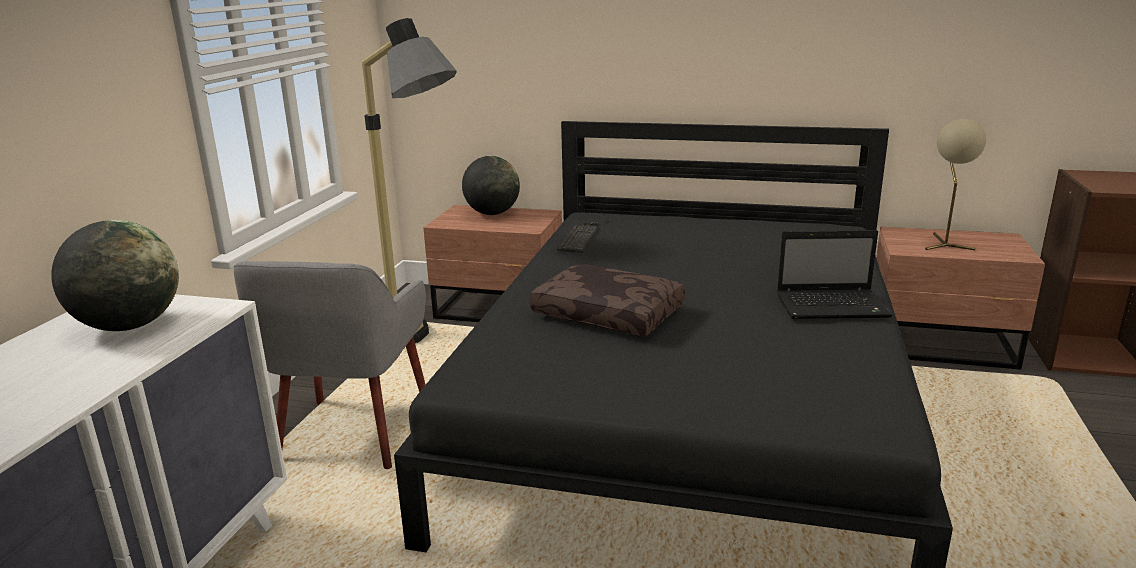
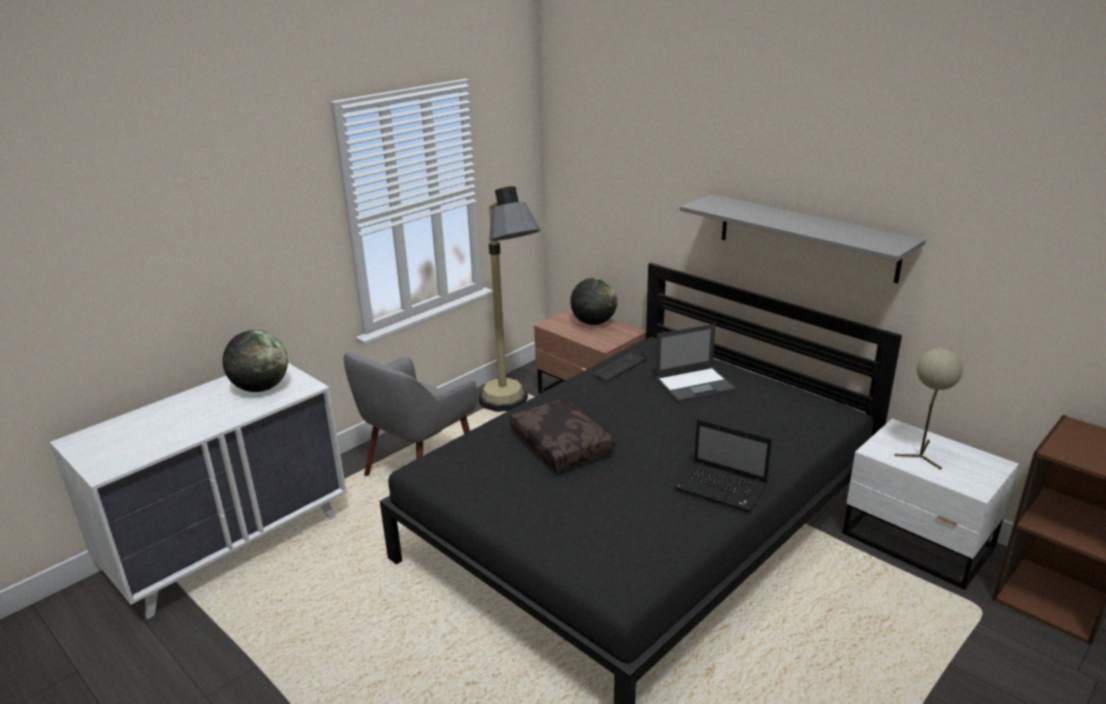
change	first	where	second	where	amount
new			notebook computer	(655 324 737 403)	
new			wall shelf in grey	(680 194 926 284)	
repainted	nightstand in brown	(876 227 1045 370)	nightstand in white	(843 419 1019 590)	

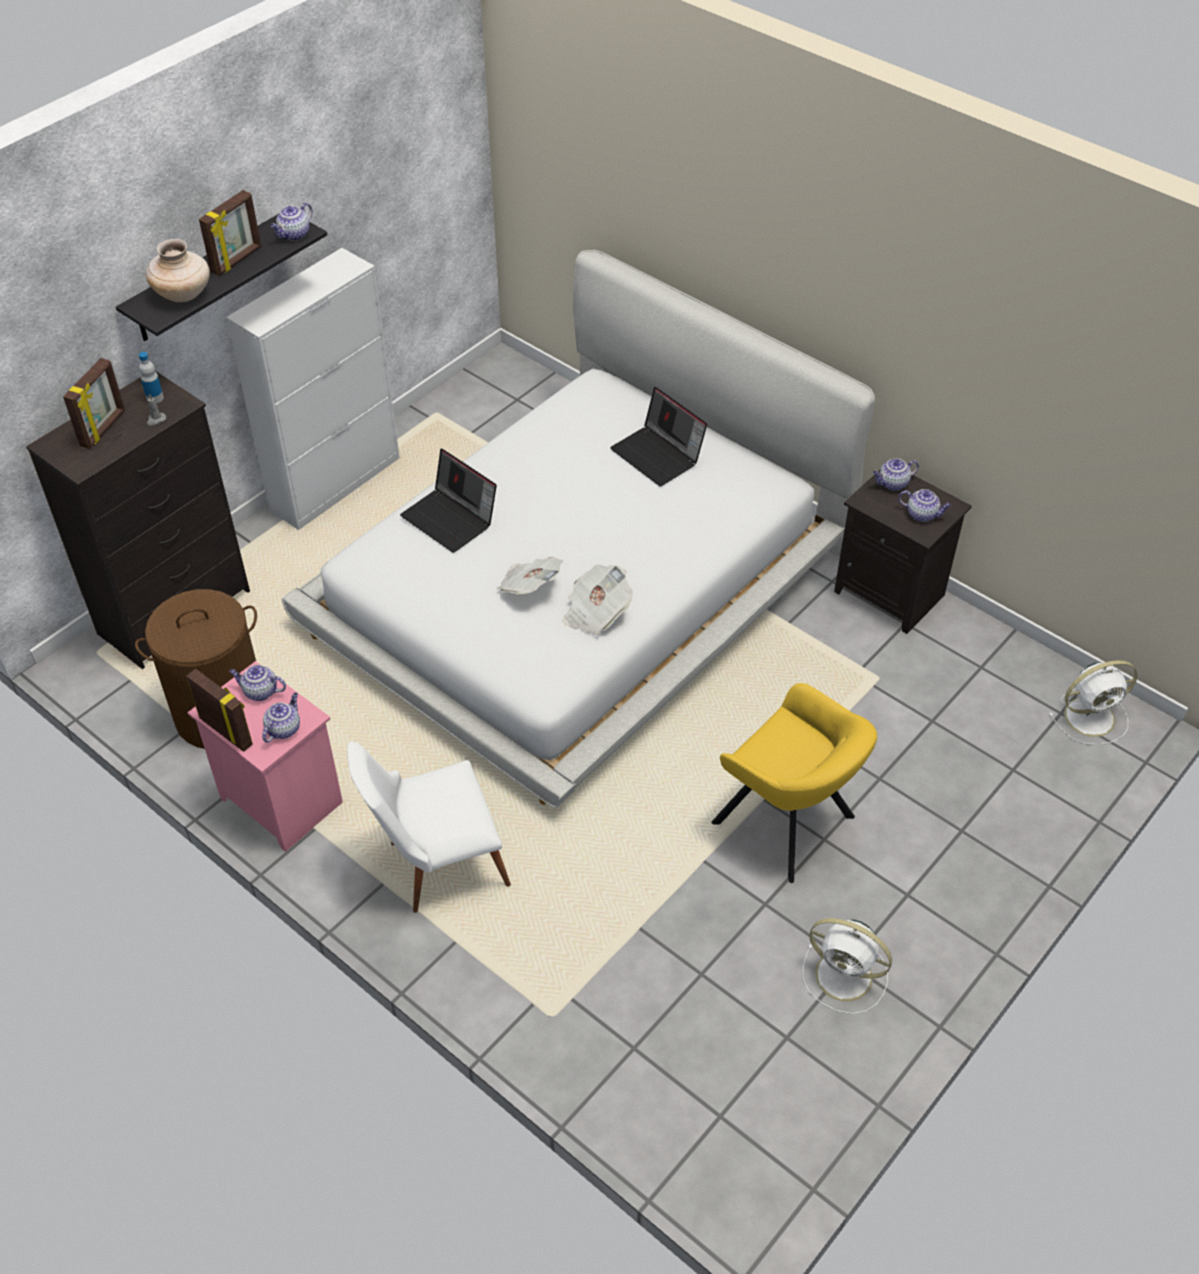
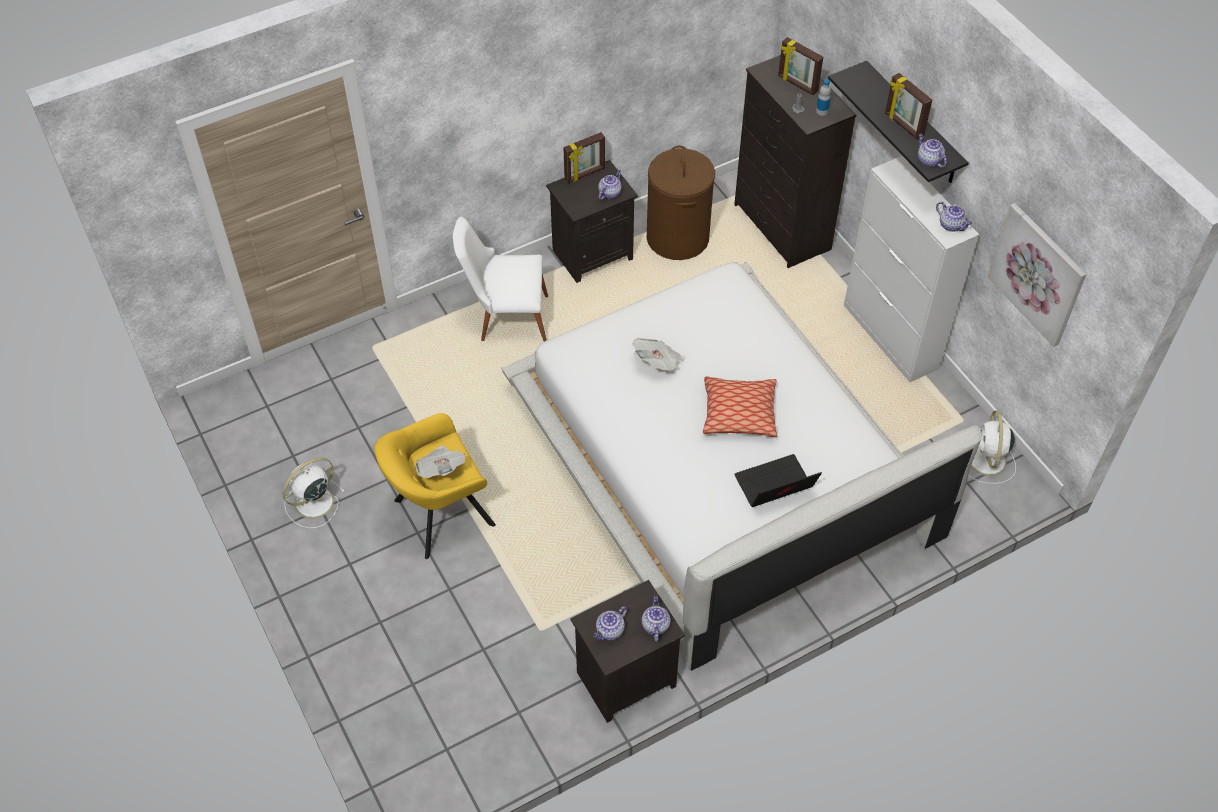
change	first	where	second	where	amount
shifted	daily paper	(563 564 633 635)		(415 446 466 478)	
rotated	upright chair in white	(347 741 511 913)		(453 217 548 342)	90 degrees counterclockwise
repainted	nightstand in pink-coloured	(188 661 343 852)	nightstand in black-coloured	(546 160 638 283)	
new			pillow	(703 376 777 437)	
shifted	teapot	(262 693 300 743)		(936 202 972 231)	
shifted	electric fan in white	(1049 660 1138 745)		(968 411 1016 484)	
new			wall picture	(987 203 1086 347)	
gone	vase in beige-coloured	(146 239 210 302)			
gone	notebook computer	(400 449 497 553)			

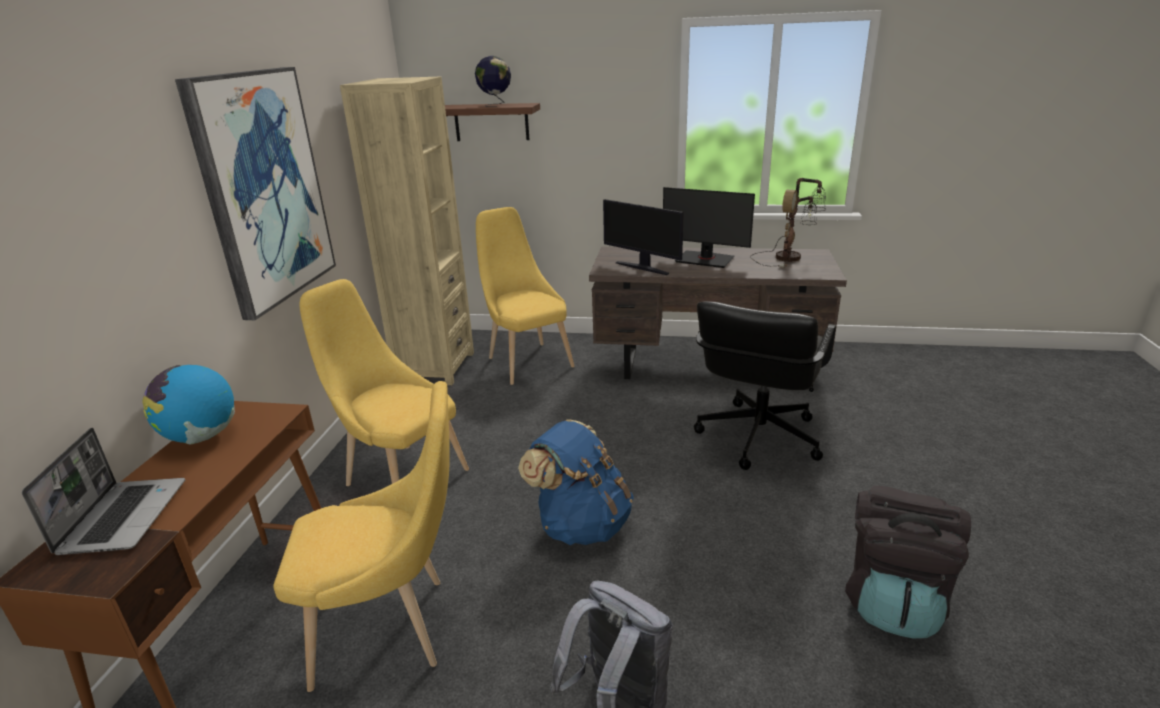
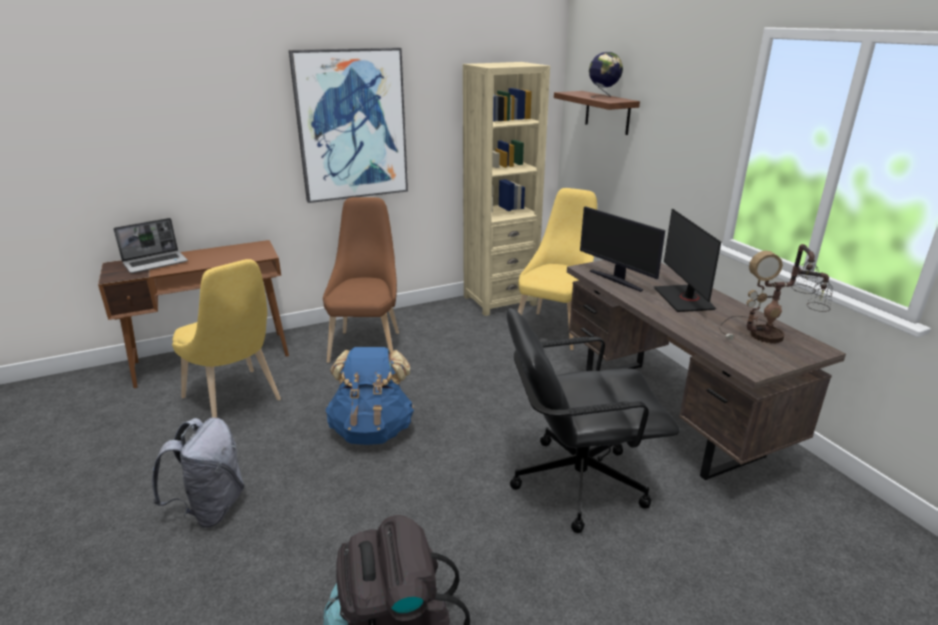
change	first	where	second	where	amount
repainted	upright chair in yellowish	(299 279 469 486)	upright chair in brown	(323 197 399 363)	
rotated	computer screen	(603 199 684 275)		(580 206 665 292)	45 degrees counterclockwise
gone	world globe	(142 365 235 445)			

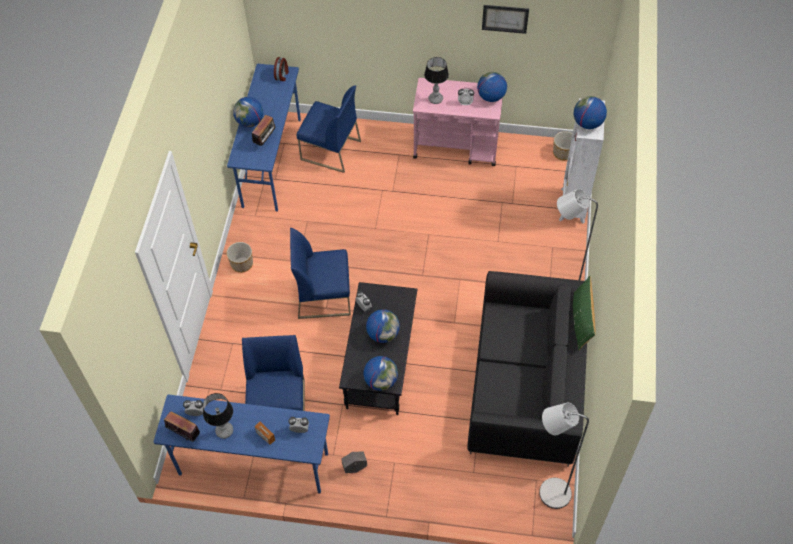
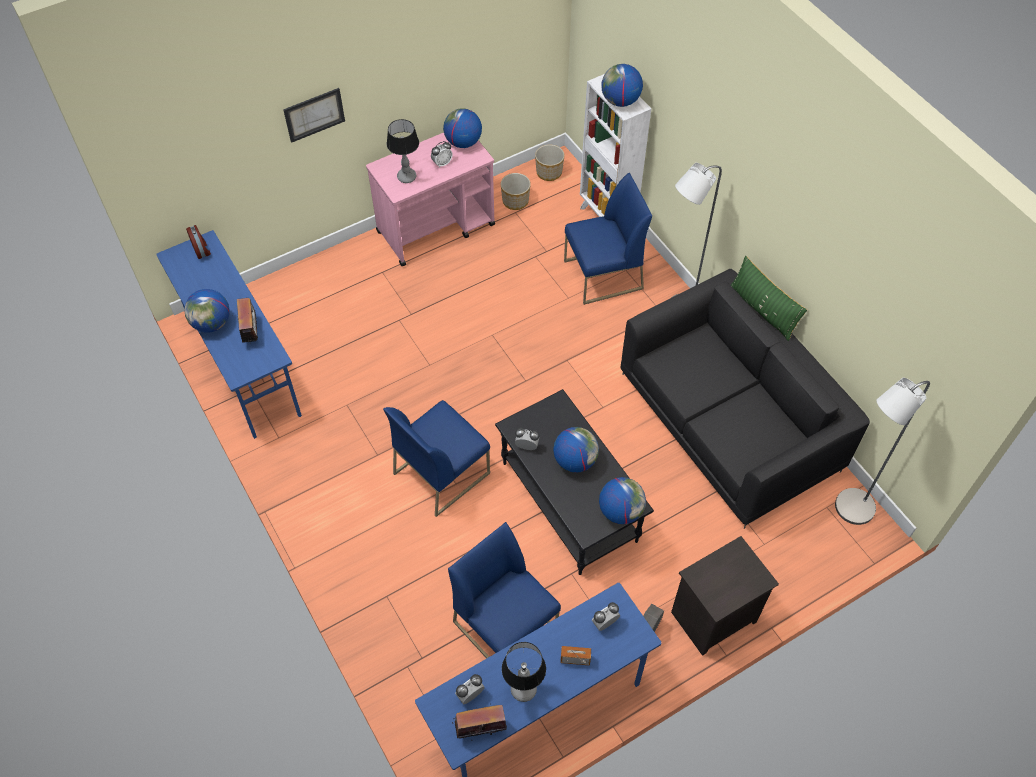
change	first	where	second	where	amount
shifted	wall picture	(482 5 529 34)		(283 88 345 143)	
shifted	flower pot	(227 242 253 273)		(501 173 531 210)	
shifted	upright chair in bluish	(297 85 361 173)		(564 173 652 305)	
new			nightstand in black-coloured	(671 536 779 656)	

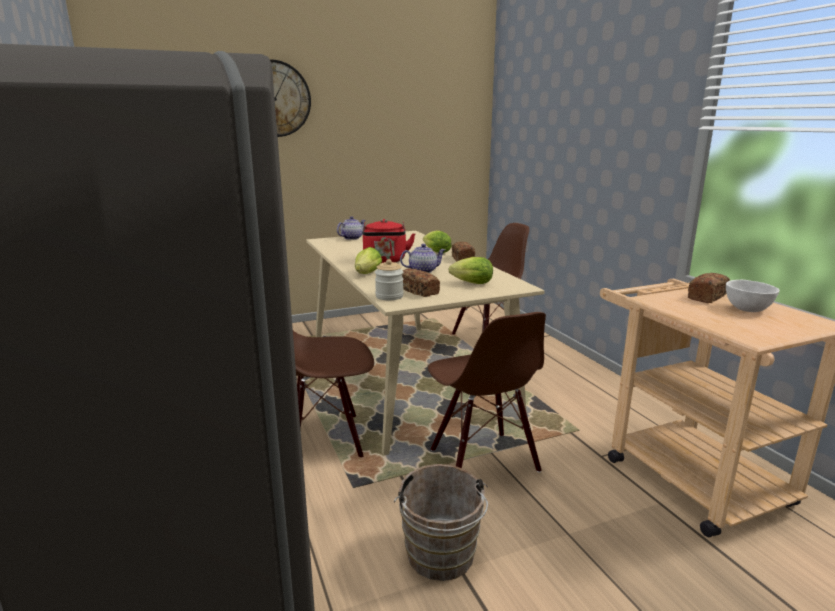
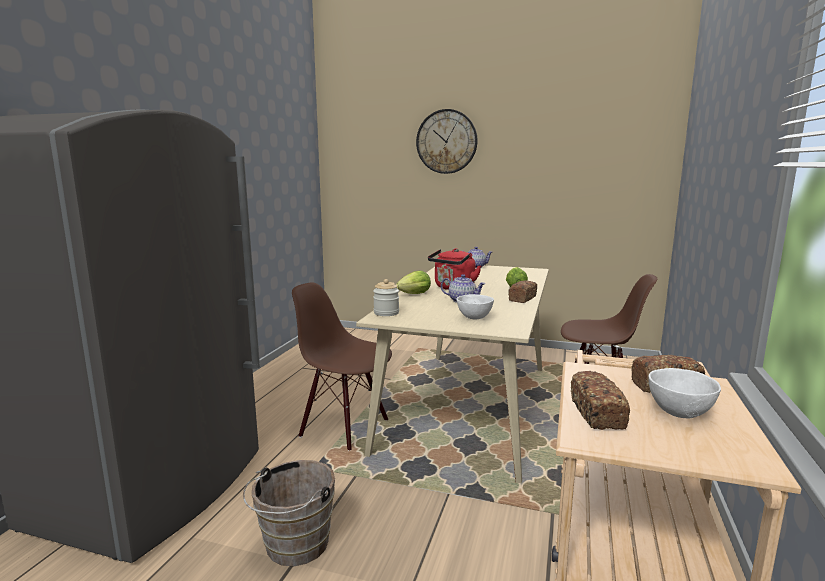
change	first	where	second	where	amount
swapped	head of lettuce	(449 257 493 284)	serving bowl in white	(456 294 494 319)	
shifted	baked bread	(402 268 440 297)		(571 371 630 430)	
gone	upright chair in brown	(428 312 546 473)			

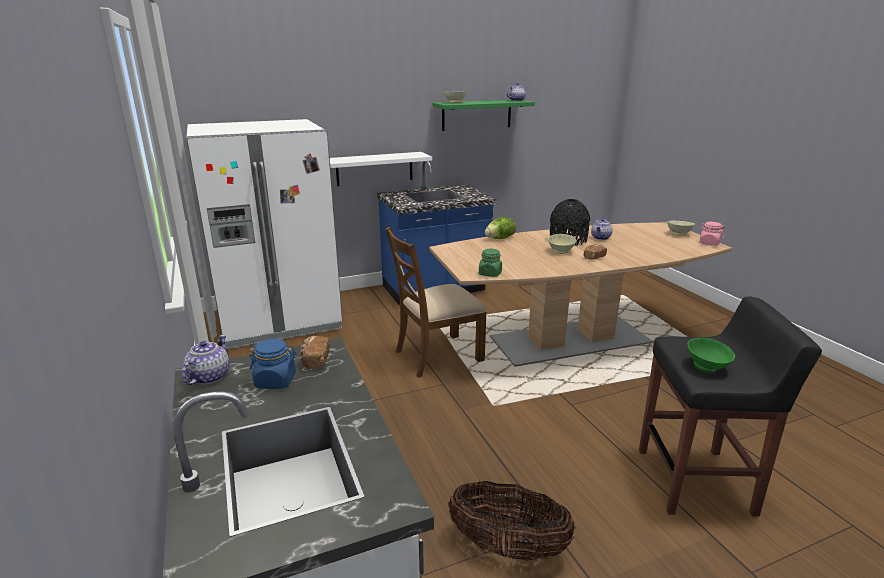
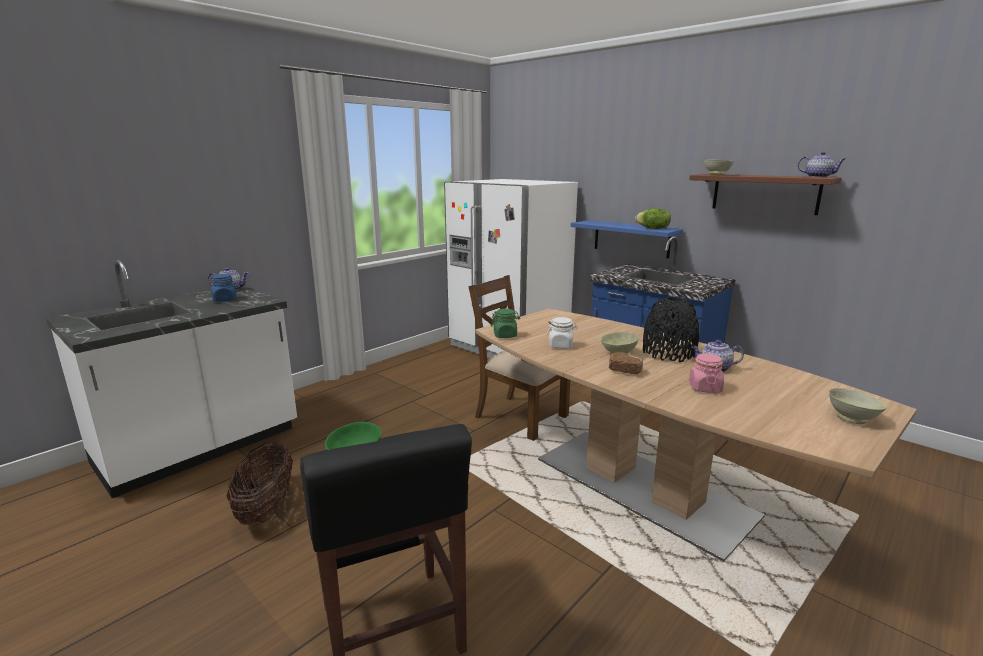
change	first	where	second	where	amount
new			jar in white	(546 317 578 348)	
repainted	wall shelf in white	(330 152 432 186)	wall shelf in bluish	(571 220 683 258)	
shifted	head of lettuce	(485 217 516 239)		(635 208 671 229)	
repainted	wall shelf in greenish	(433 100 535 131)	wall shelf in brown	(689 174 841 215)	
shifted	jar in pink-coloured	(699 222 725 246)		(689 353 724 393)	
gone	baked bread	(299 336 330 369)			

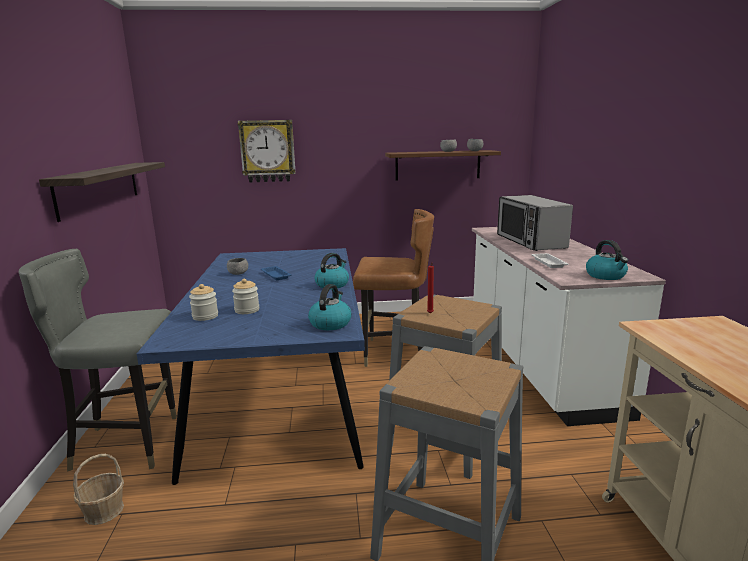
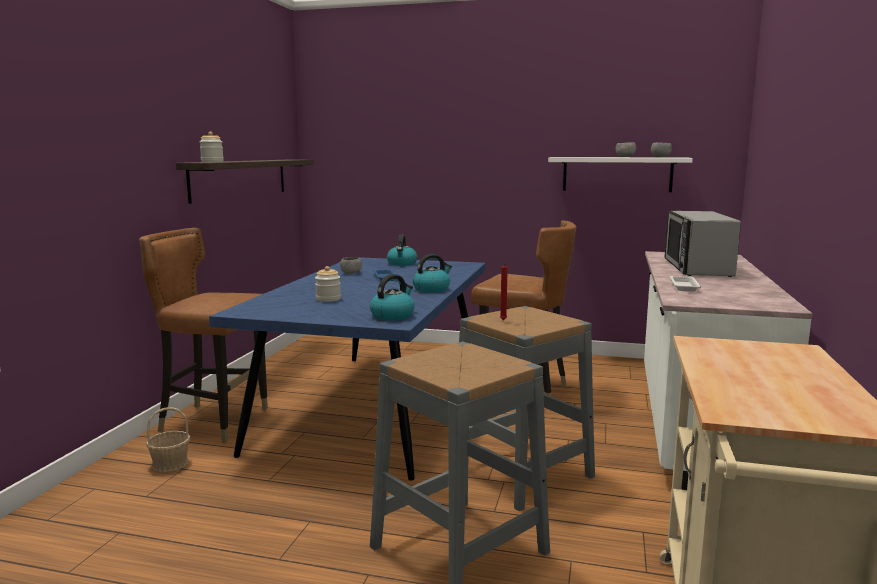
change	first	where	second	where	amount
repainted	upright chair in grey	(19 249 177 472)	upright chair in brown	(139 228 268 443)	
shifted	jar	(189 284 218 321)		(200 132 224 162)	
shifted	kettle	(586 240 628 280)		(387 235 417 266)	
repainted	wall shelf in brown	(385 150 501 181)	wall shelf in white	(548 157 693 192)	
gone	wall clock	(238 120 296 183)			

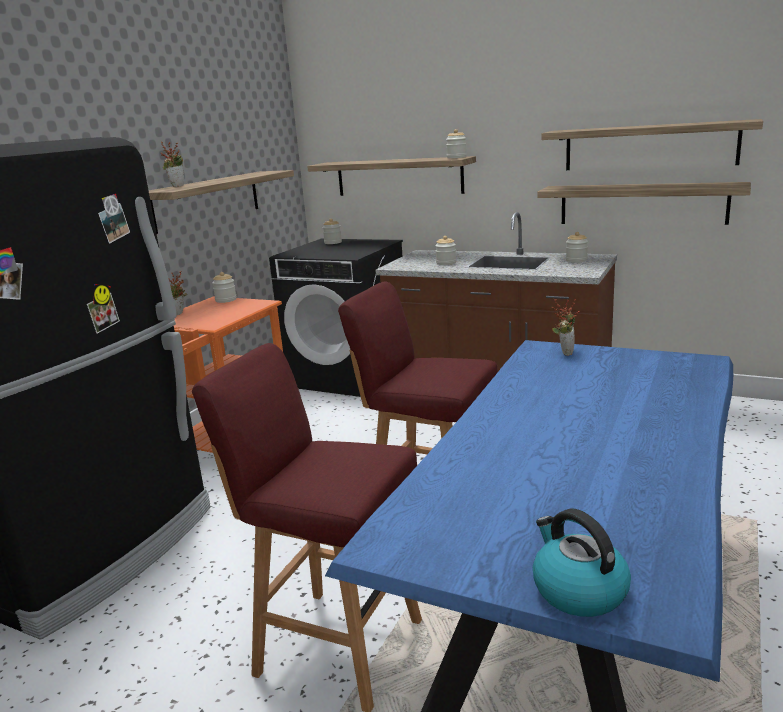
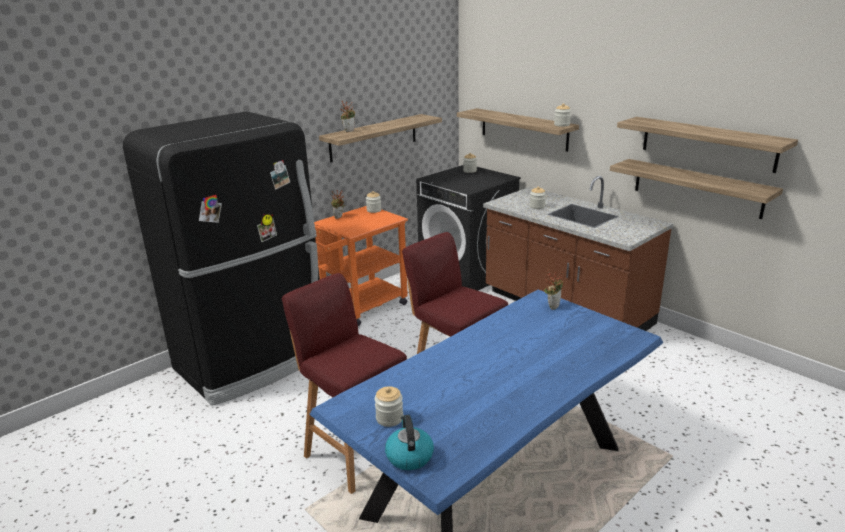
change	first	where	second	where	amount
shifted	jar	(566 232 588 262)		(375 386 403 427)	

